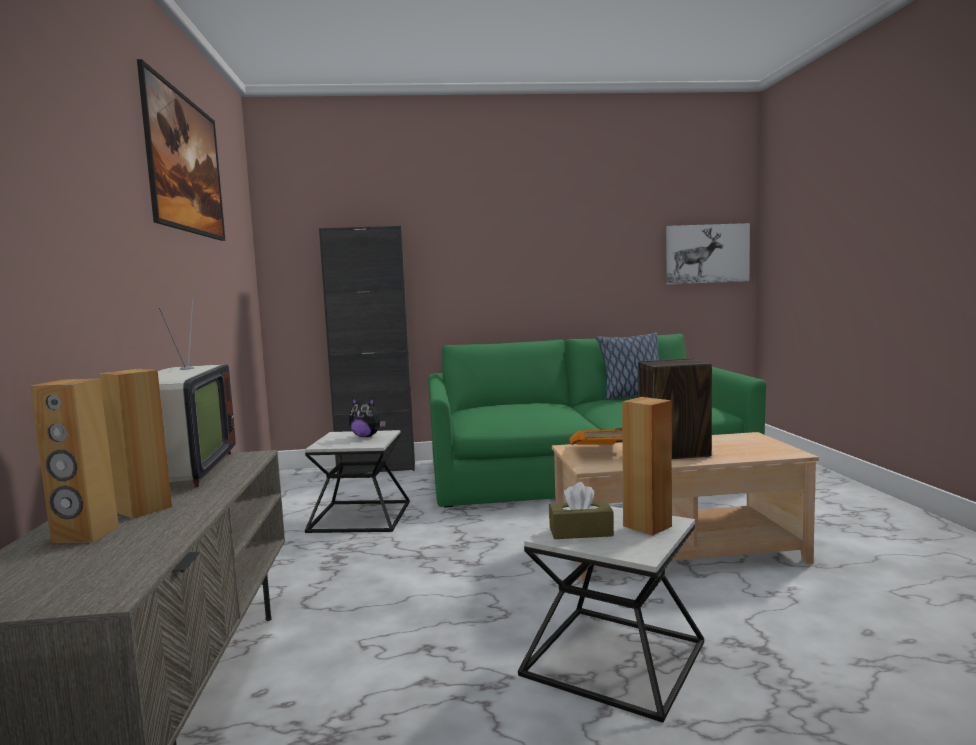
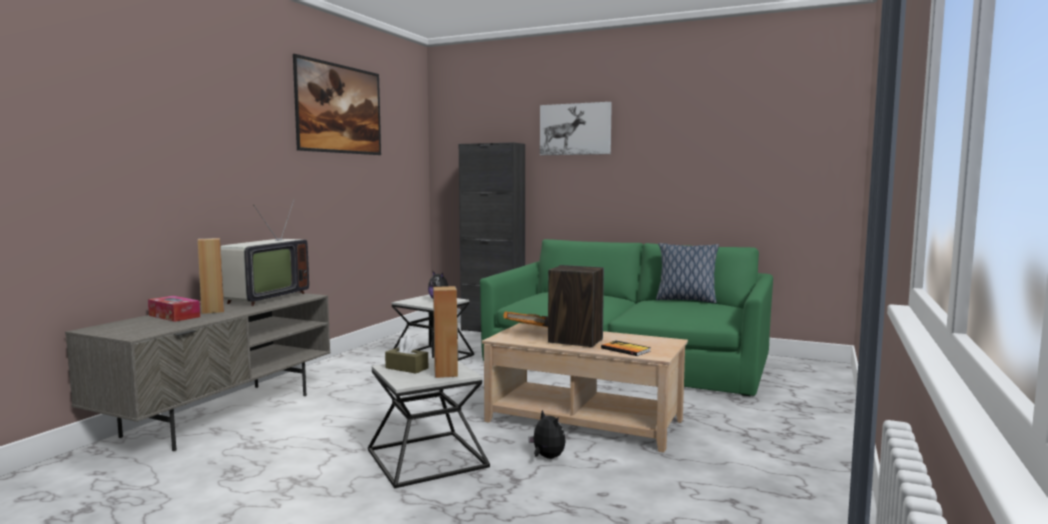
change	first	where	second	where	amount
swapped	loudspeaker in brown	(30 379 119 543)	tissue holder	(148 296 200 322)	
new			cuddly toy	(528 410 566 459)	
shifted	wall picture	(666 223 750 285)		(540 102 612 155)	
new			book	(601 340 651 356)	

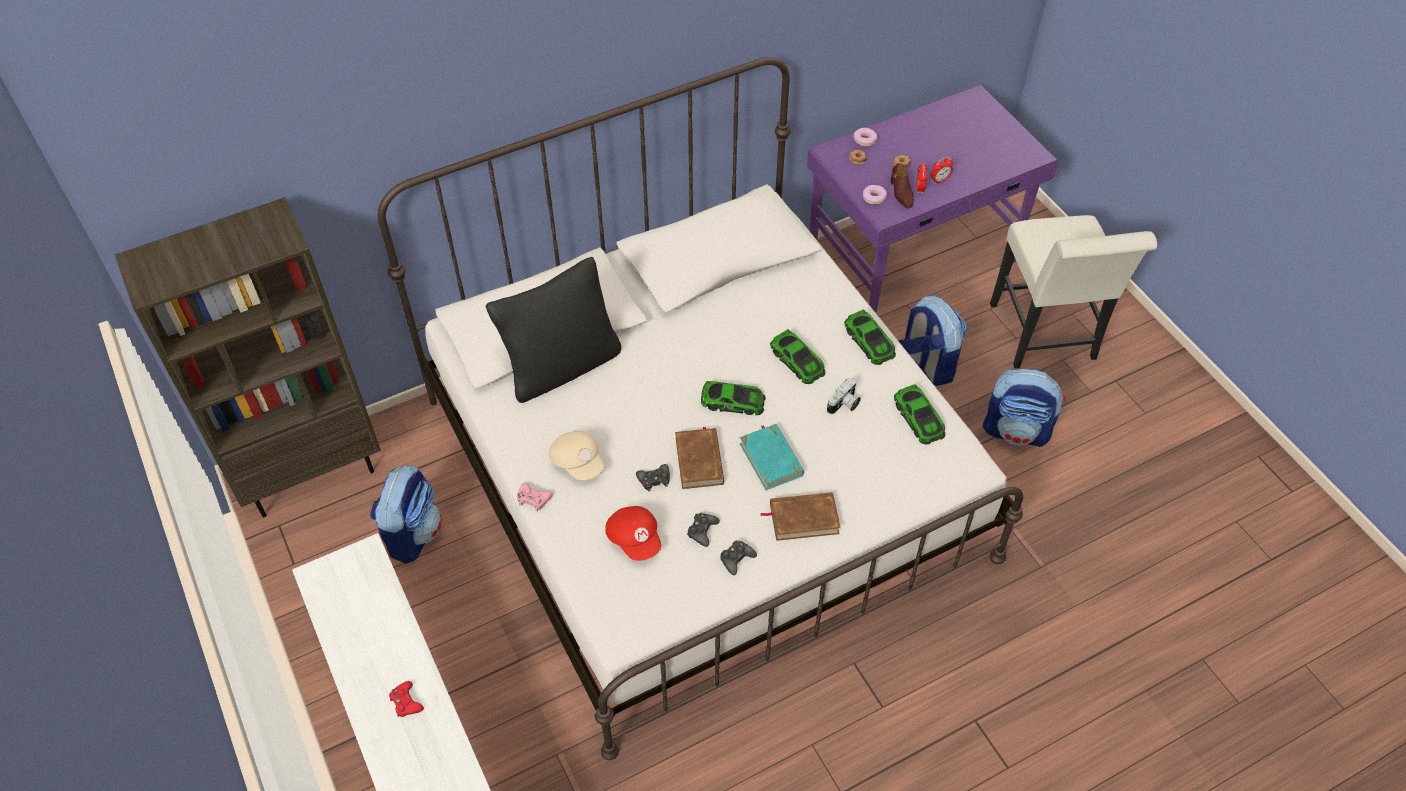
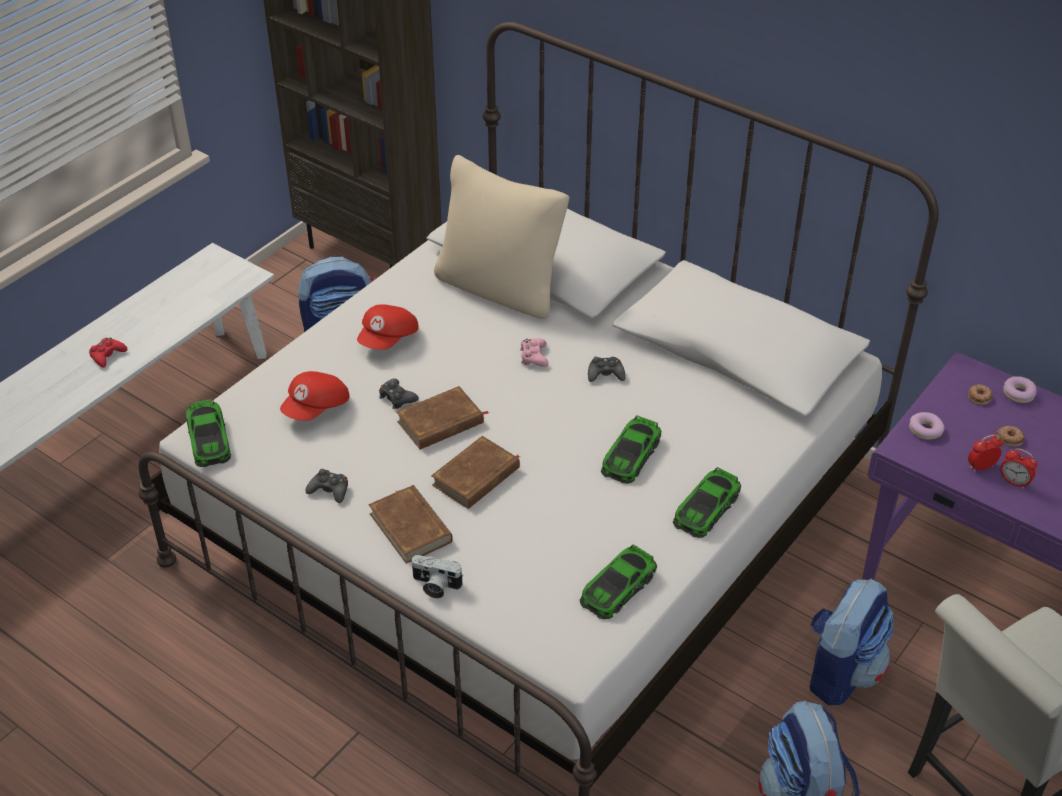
change	first	where	second	where	amount
shifted	model car	(701 381 766 415)		(186 399 231 467)	
repainted	cap in beige-coloured	(549 431 605 480)	cap in reddish	(357 304 419 350)	
shifted	still camera	(827 378 861 414)		(412 555 464 598)	
repainted	book in turquoise-coloured	(740 424 804 490)	book in brown	(431 436 520 509)	
repainted	pillow in black-coloured	(486 257 621 403)	pillow in beige-coloured	(434 155 569 319)	
shifted	gamepad in pink-coloured	(517 483 553 512)		(520 338 548 367)	
shifted	gamepad in black-coloured	(687 513 720 547)		(588 357 626 382)	
gone	item of footwear in brown	(891 163 913 209)			

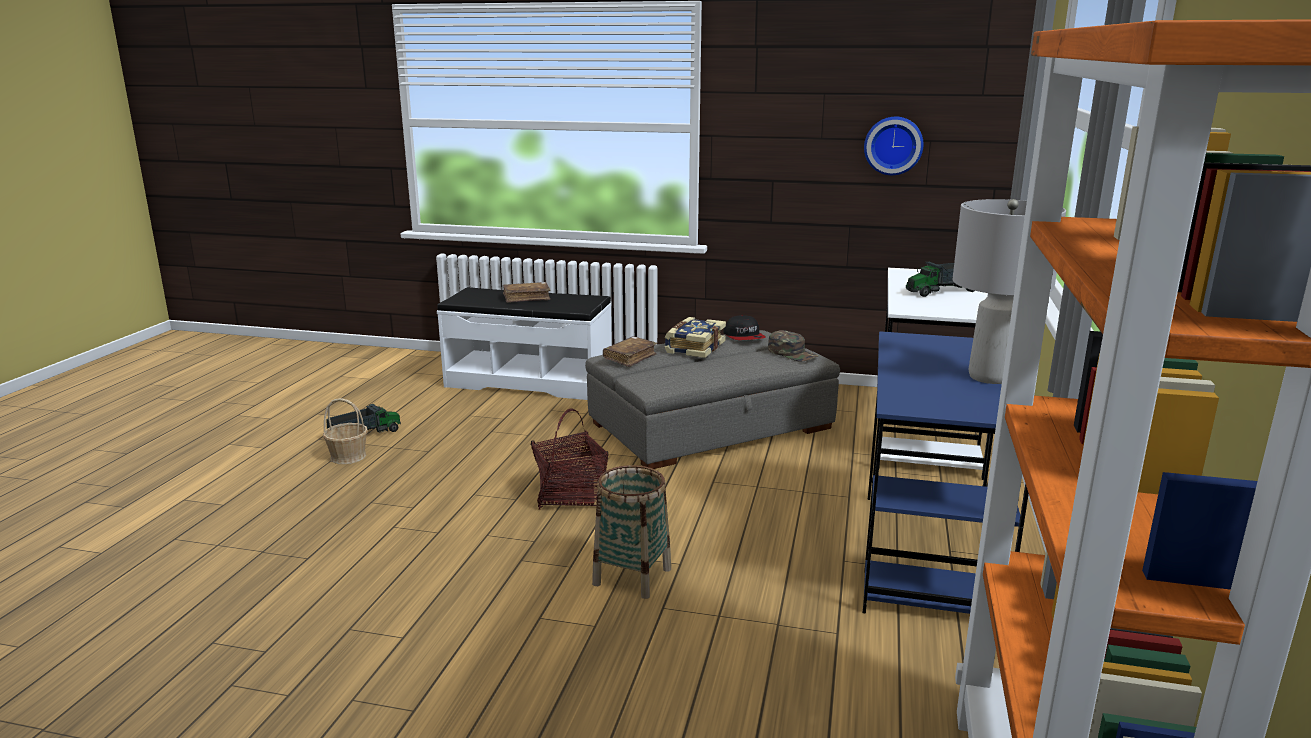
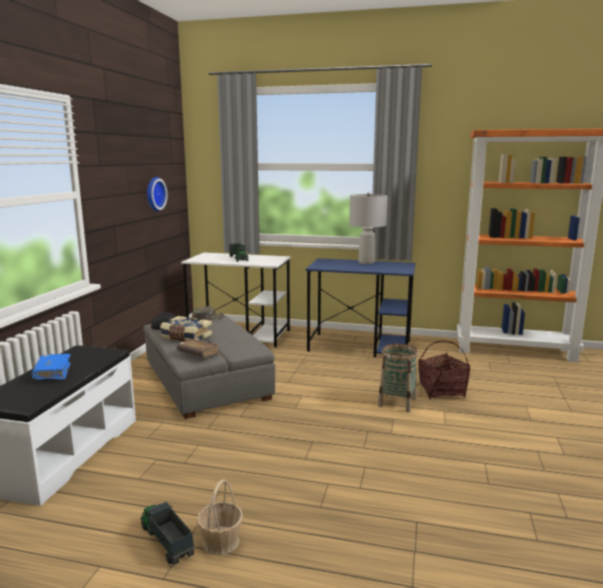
change	first	where	second	where	amount
repainted	book in brown	(503 282 551 303)	book in bluish	(31 354 71 379)	
shifted	household basket	(531 408 608 510)		(418 341 470 399)	

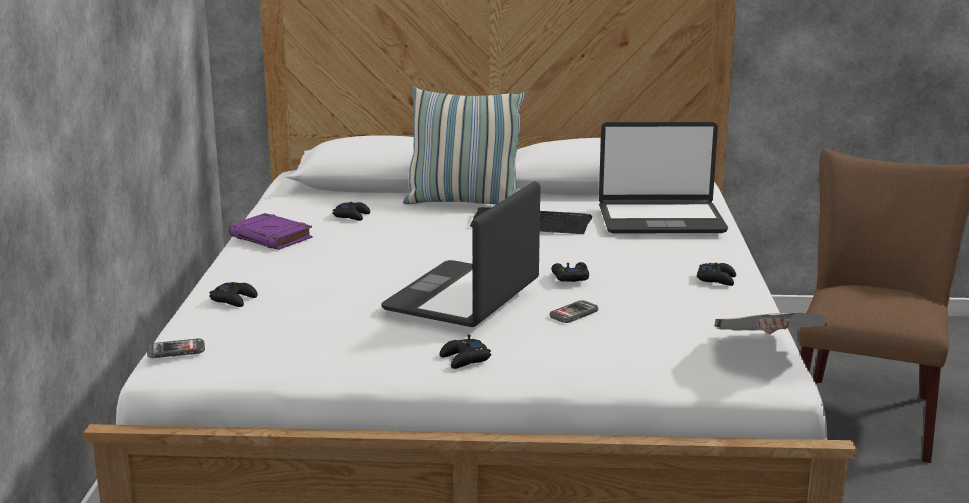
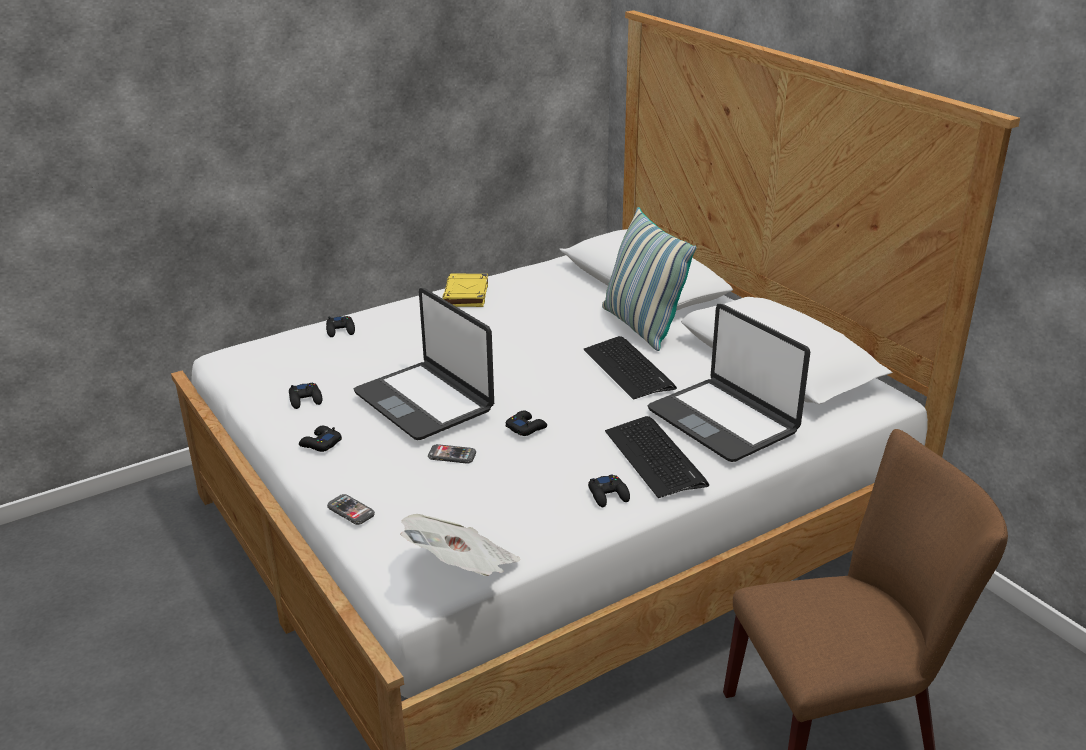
change	first	where	second	where	amount
shifted	gamepad in black-coloured	(333 202 370 221)		(289 383 322 409)	
shifted	phone	(147 338 205 358)		(327 494 375 525)	
rotated	notebook computer	(381 181 540 327)		(354 288 494 440)	120 degrees counterclockwise
repainted	book in purplish	(229 213 313 250)	book in yellowish	(442 274 488 307)	
new			computer keyboard	(605 416 709 498)	

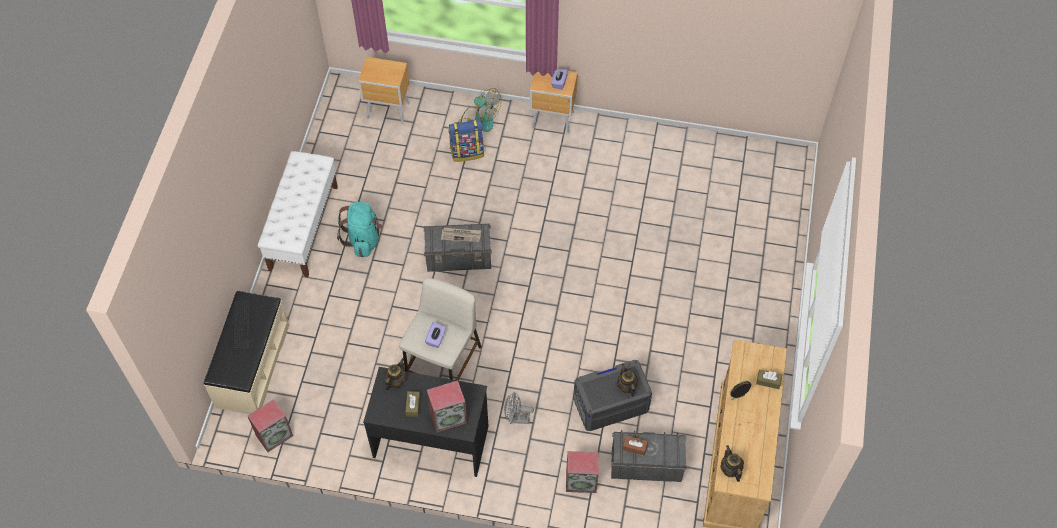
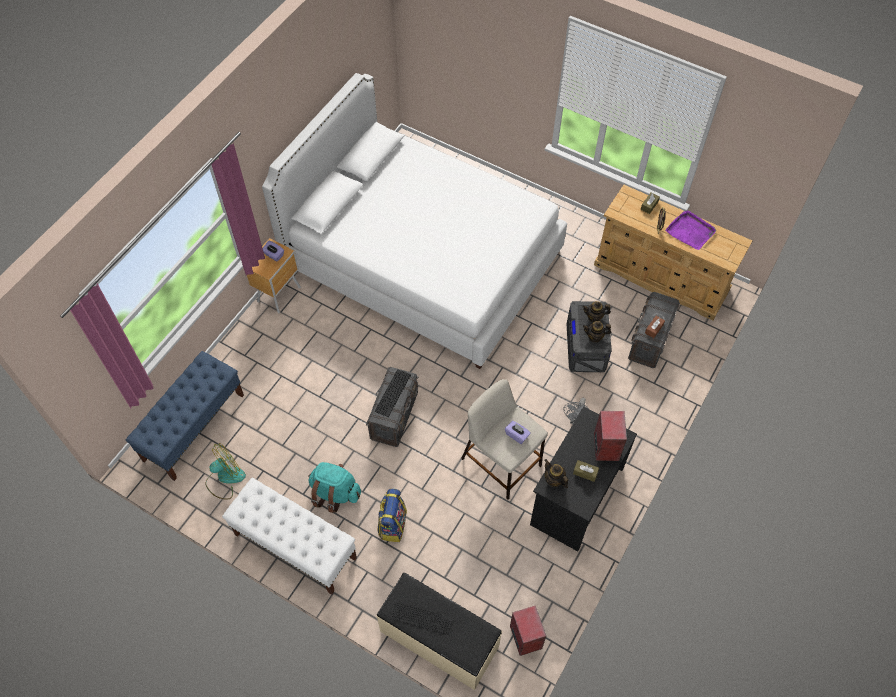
change	first	where	second	where	amount
swapped	nightstand in brown	(358 57 410 125)	long seat in bluish	(126 351 244 481)	
shifted	electric fan	(461 88 501 132)		(205 443 246 500)	
new			sleeping bed in white	(262 73 567 369)	
swapped	daily paper	(441 228 482 242)	computer keyboard	(375 369 411 417)	
shifted	backpack	(448 118 484 162)		(378 489 407 542)	
shifted	teapot	(720 445 744 482)		(583 321 611 343)	
new			carrying tray in purplish	(665 210 716 250)	
gone	loudspeaker	(566 451 599 493)			

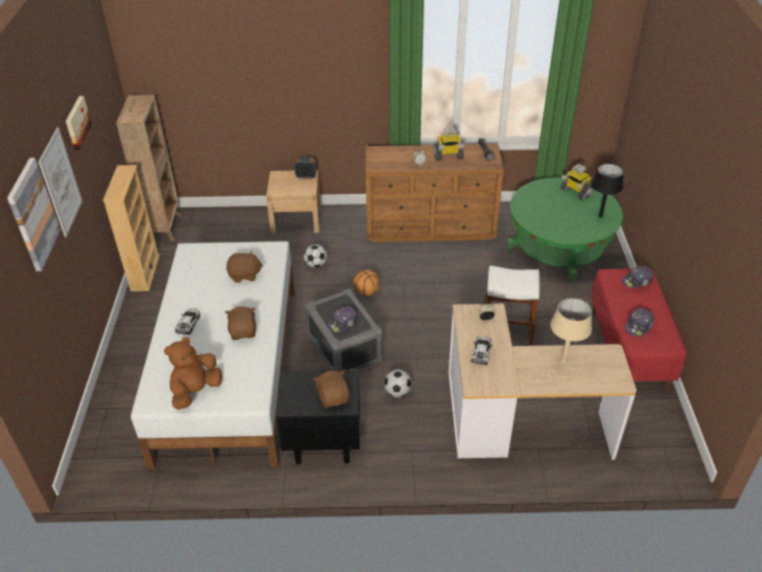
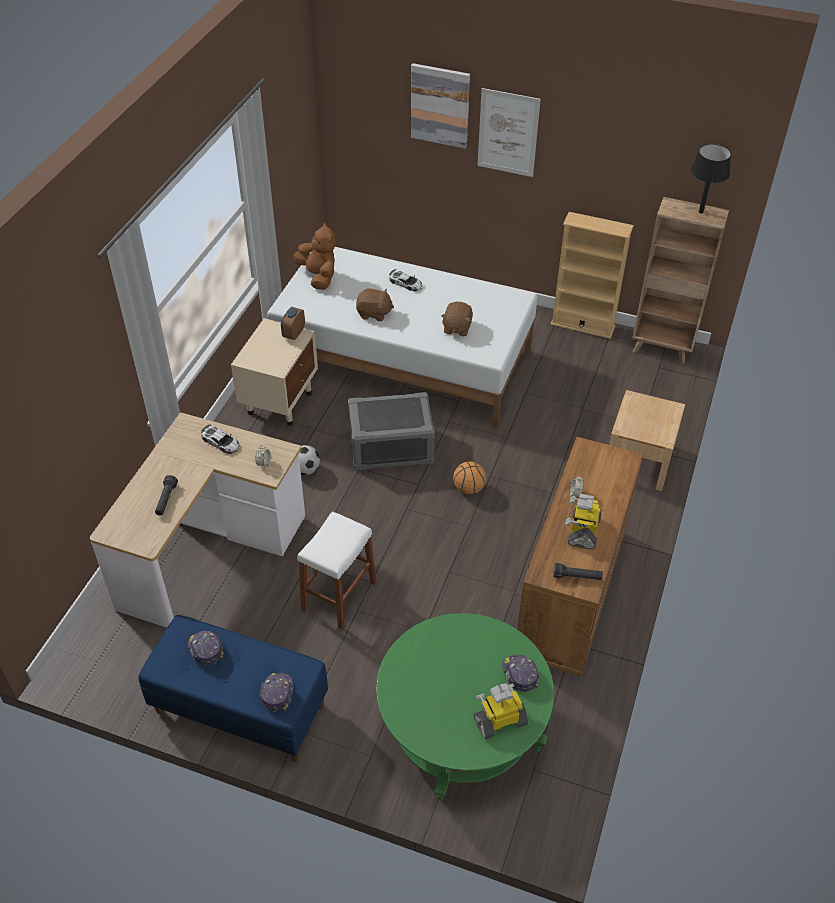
change	first	where	second	where	amount
repainted	long seat in reddish	(591 269 686 392)	long seat in bluish	(138 615 328 762)	
swapped	table lamp in beige-coloured	(550 298 592 363)	torch in black-coloured	(155 475 178 515)	
repainted	nightstand in black-coloured	(276 369 360 464)	nightstand in beige-coloured	(231 318 318 426)	
shifted	bedside clock	(294 157 317 179)		(281 307 305 340)	
shifted	cap	(327 306 357 333)		(502 655 539 692)	
shifted	table lamp in black-coloured	(591 163 624 218)		(691 144 731 214)	
gone	wall picture	(66 96 92 150)			
gone	ball for football	(304 244 327 268)			
gone	cuddly toy in brown	(314 370 350 408)			

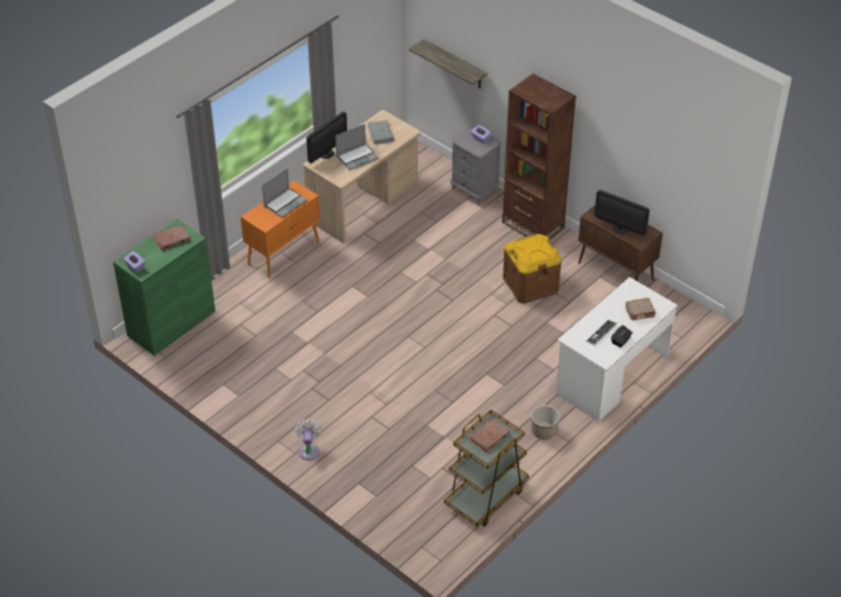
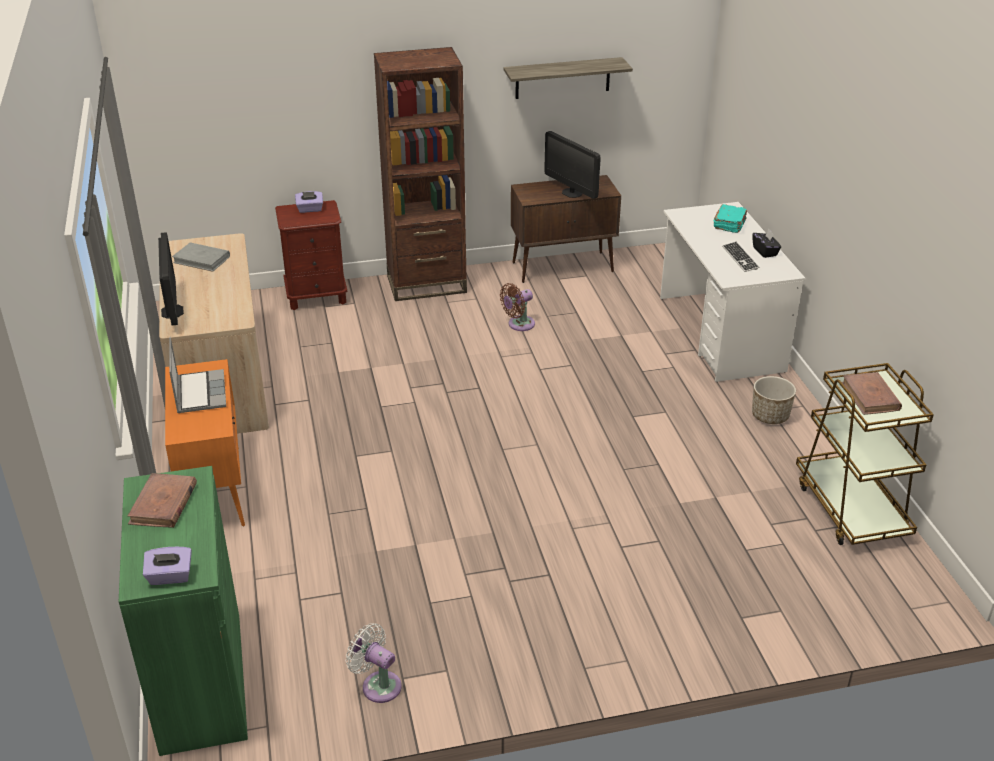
change	first	where	second	where	amount
repainted	nightstand in grey	(450 125 502 205)	nightstand in brown	(275 200 347 310)	
shifted	electric fan in white	(294 419 323 460)		(346 623 402 703)	
swapped	storage box in brown	(503 234 562 304)	electric fan in brown	(500 283 535 331)	
shifted	wall shelf	(409 39 488 88)		(503 57 633 99)	
rotated	computer screen	(594 190 650 236)		(544 131 601 199)	75 degrees clockwise
repainted	book in brown	(625 298 655 320)	book in turquoise-coloured	(714 204 747 233)	
gone	notebook computer	(335 124 379 170)			

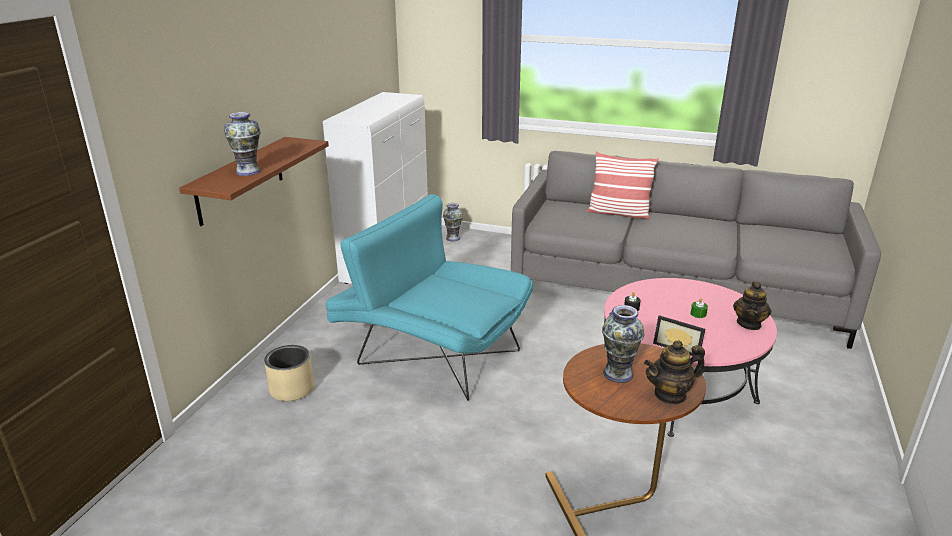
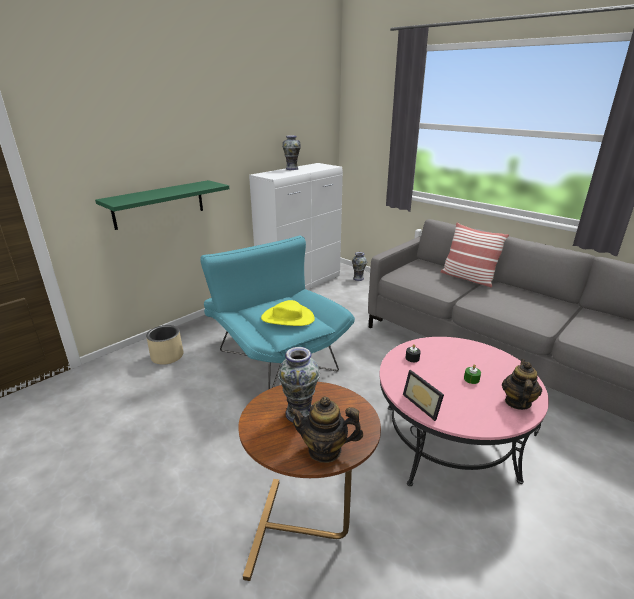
change	first	where	second	where	amount
repainted	wall shelf in brown	(179 137 329 226)	wall shelf in greenish	(95 180 229 230)	
new			clothing hat in yellowish	(261 300 315 326)	
shifted	vase	(224 112 261 176)		(283 135 301 170)	
rotated	teapot	(733 281 772 330)		(502 359 542 410)	150 degrees clockwise

